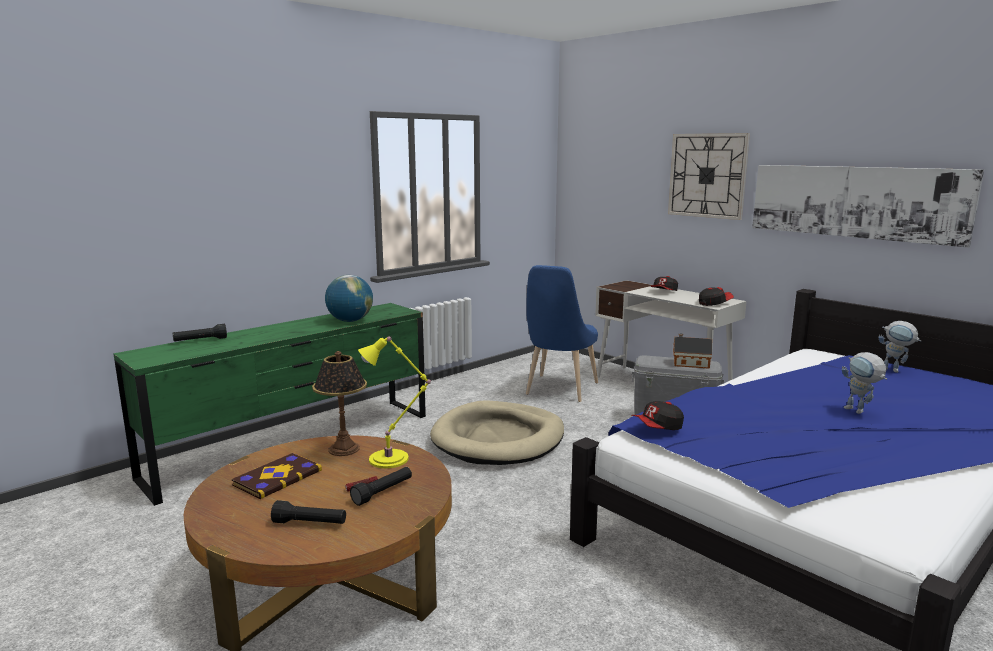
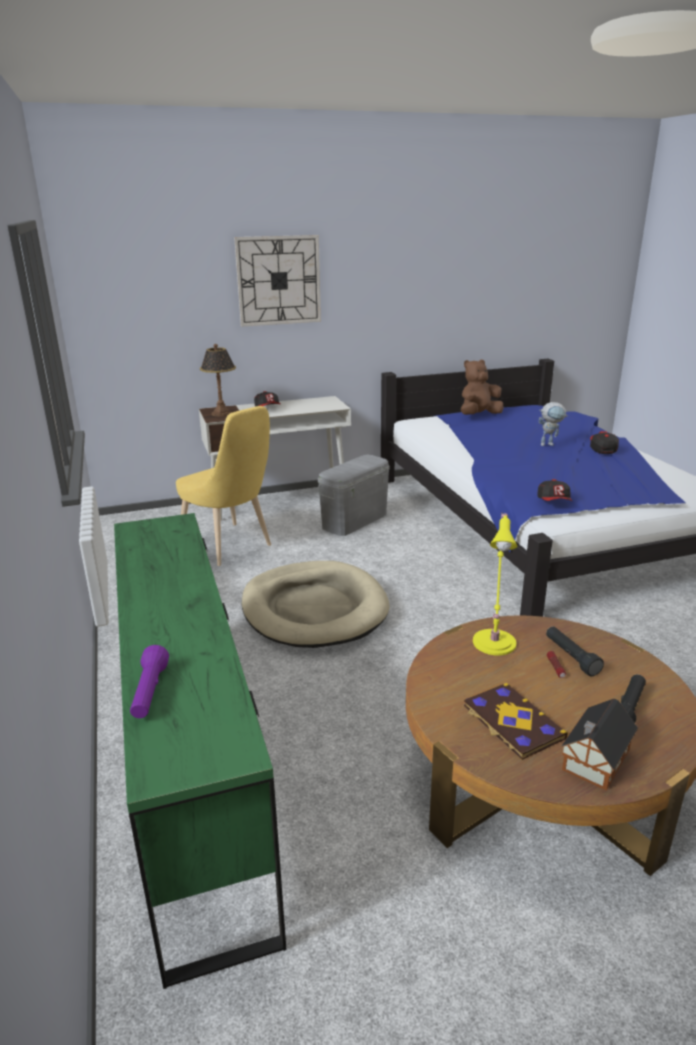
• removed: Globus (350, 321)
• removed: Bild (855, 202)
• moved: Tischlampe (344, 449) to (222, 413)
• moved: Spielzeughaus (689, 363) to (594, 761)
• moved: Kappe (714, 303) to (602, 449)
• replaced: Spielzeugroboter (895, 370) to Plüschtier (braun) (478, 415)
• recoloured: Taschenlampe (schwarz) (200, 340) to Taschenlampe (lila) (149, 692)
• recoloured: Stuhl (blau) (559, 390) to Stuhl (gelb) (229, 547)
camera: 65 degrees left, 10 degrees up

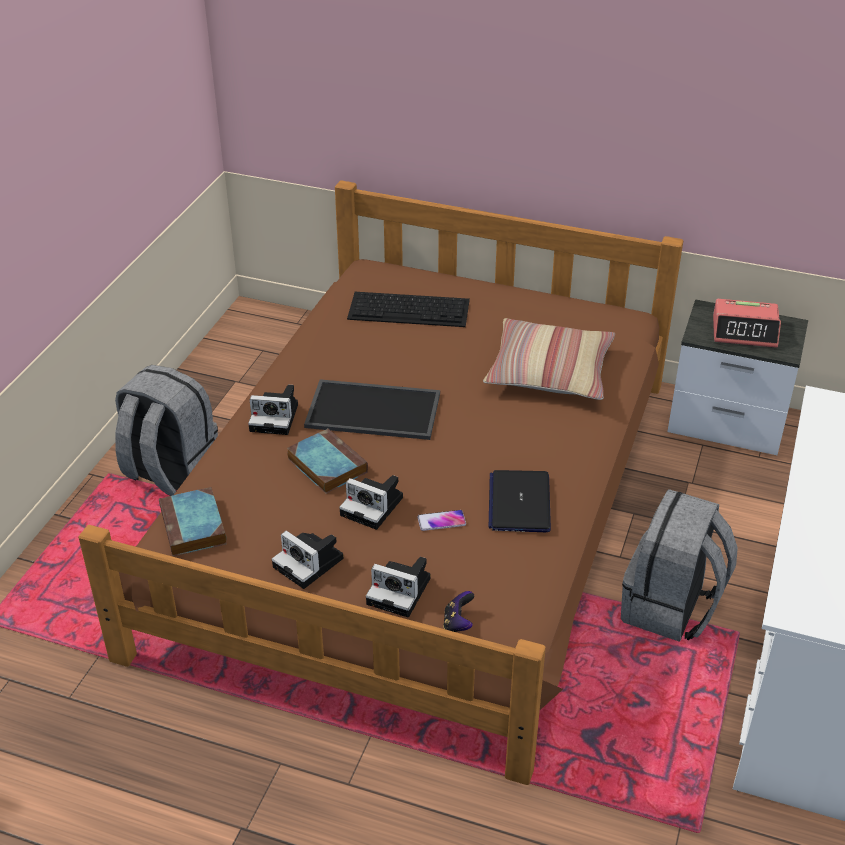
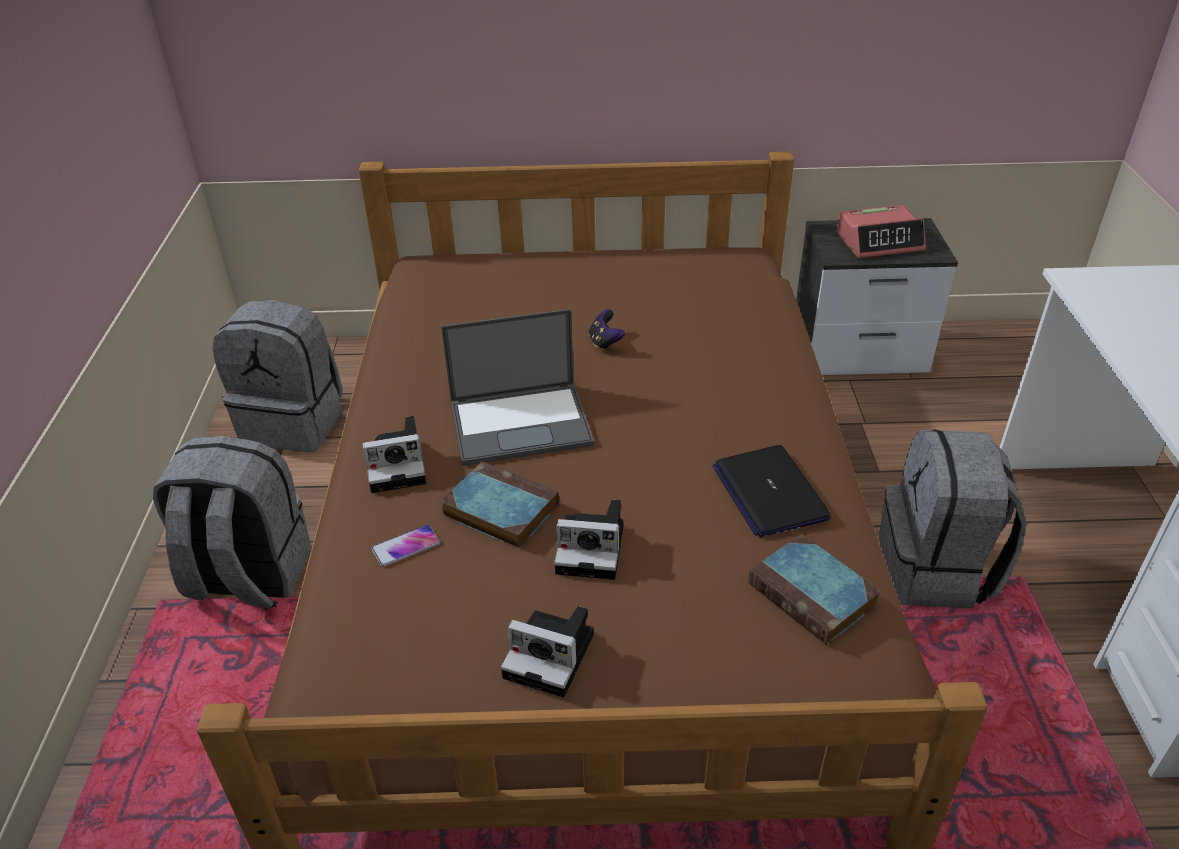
• removed: Tastatur (410, 309)
• removed: Kamera (401, 591)
• removed: Kissen (550, 371)
• added: Rucksack (grau) (295, 422)
• moved: Buch (194, 527) to (814, 596)
• moved: Handy (441, 521) to (406, 546)
• moved: Gamepad (458, 623) to (605, 342)
• replaced: Tablett (375, 409) to Laptop (522, 423)
camera: 20 degrees left, 0 degrees up

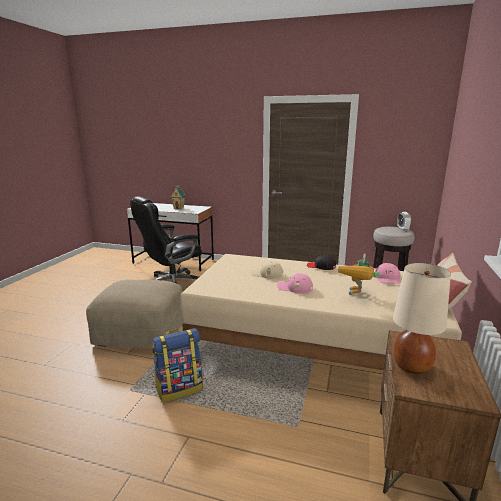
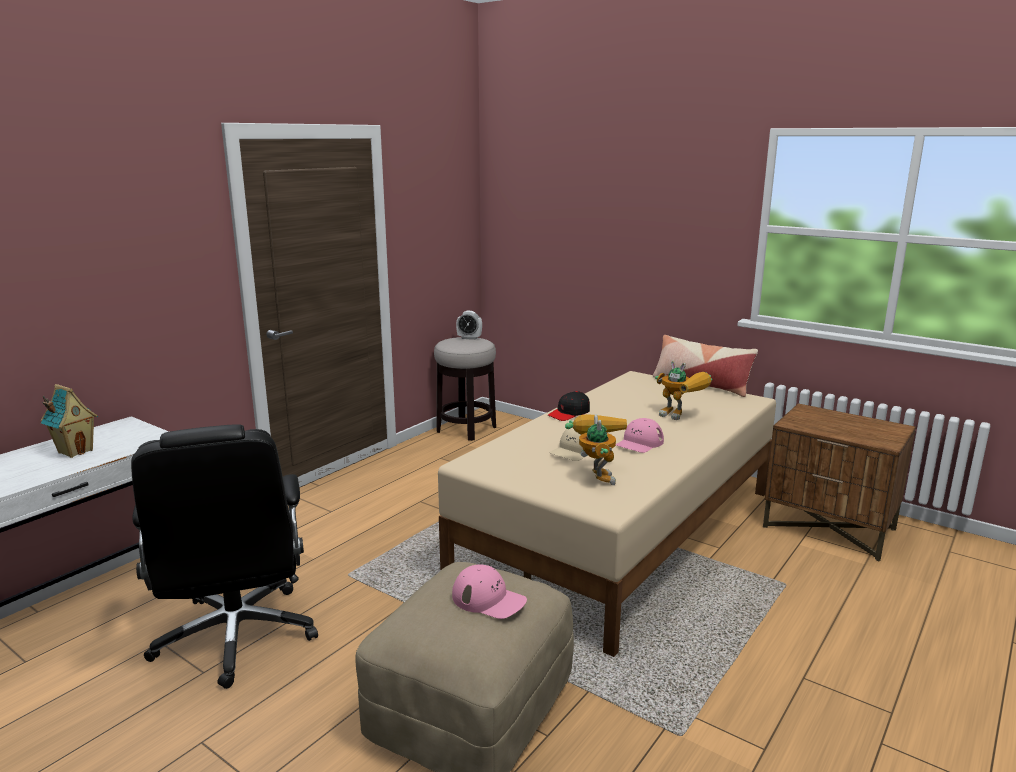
• removed: Rucksack (179, 388)
• removed: Tischlampe (beige) (411, 367)
• added: Spielzeugroboter (595, 475)
• moved: Kappe (rosa) (387, 278) to (489, 599)
camera: 70 degrees left, 0 degrees up

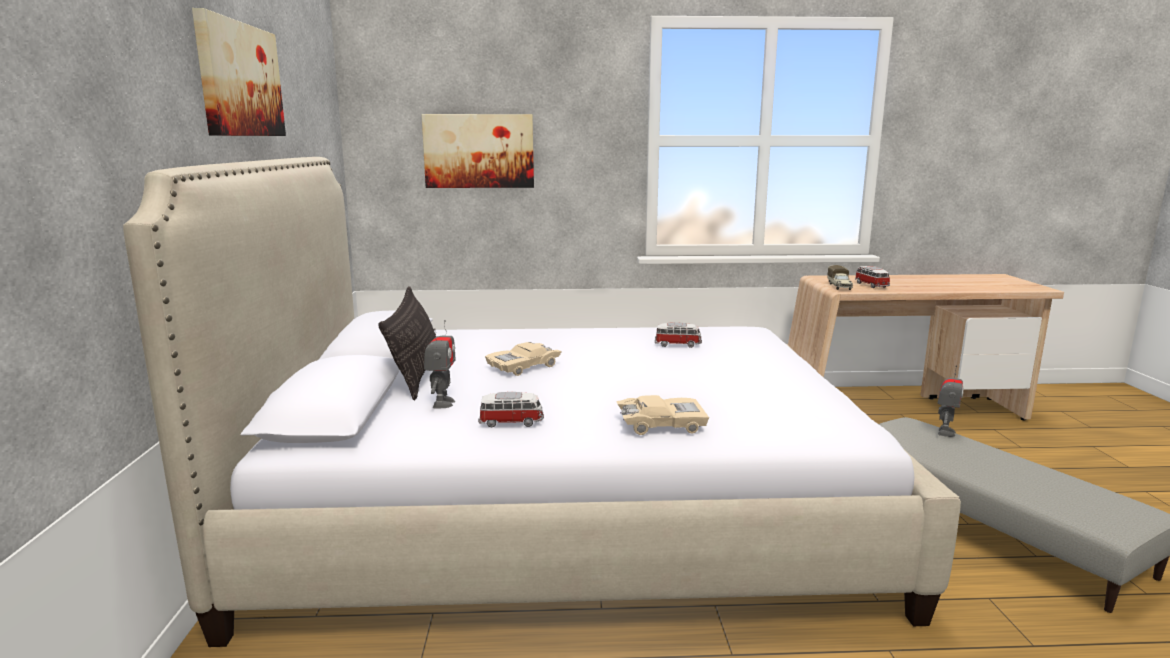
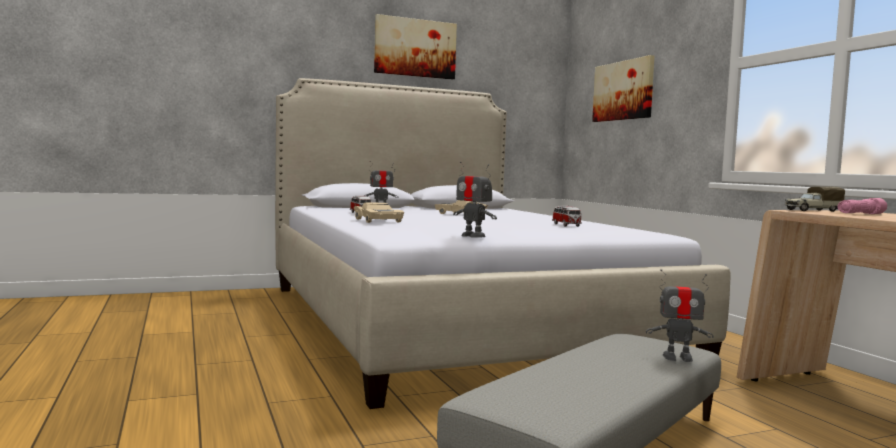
• removed: Kissen (415, 372)
• added: Spielzeugroboter (472, 236)
• replaced: Spielzeugauto (870, 285) to Taschenlampe (rosa) (861, 214)
camera: 70 degrees right, 10 degrees down

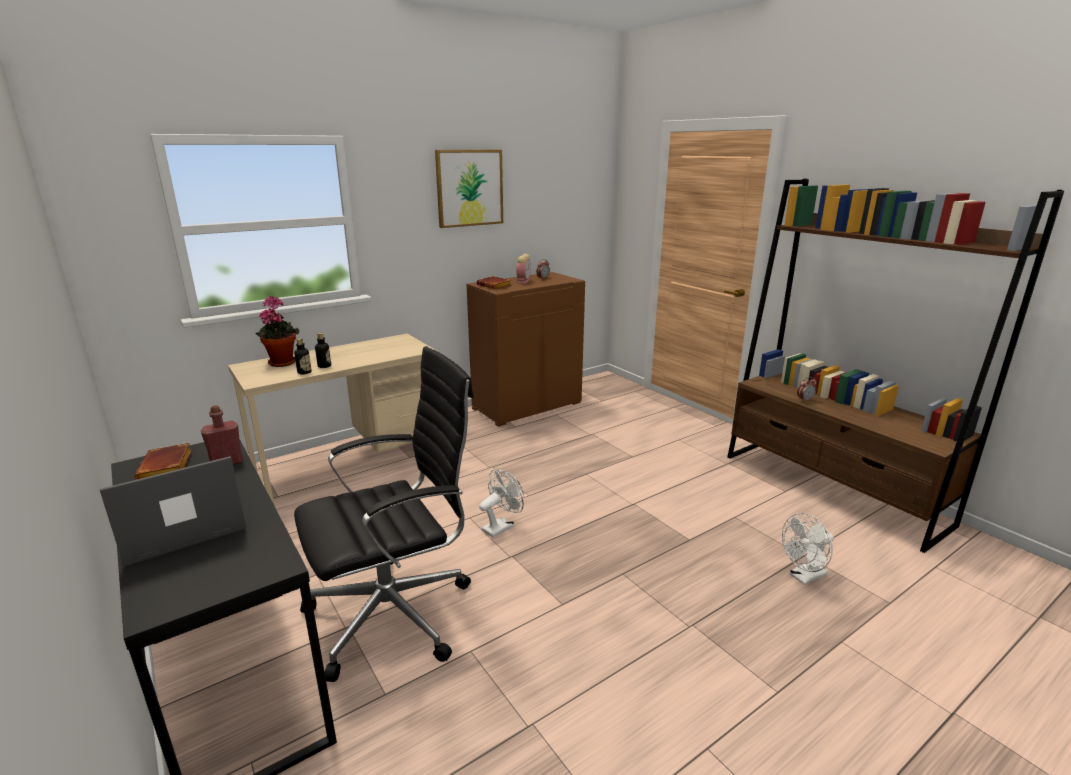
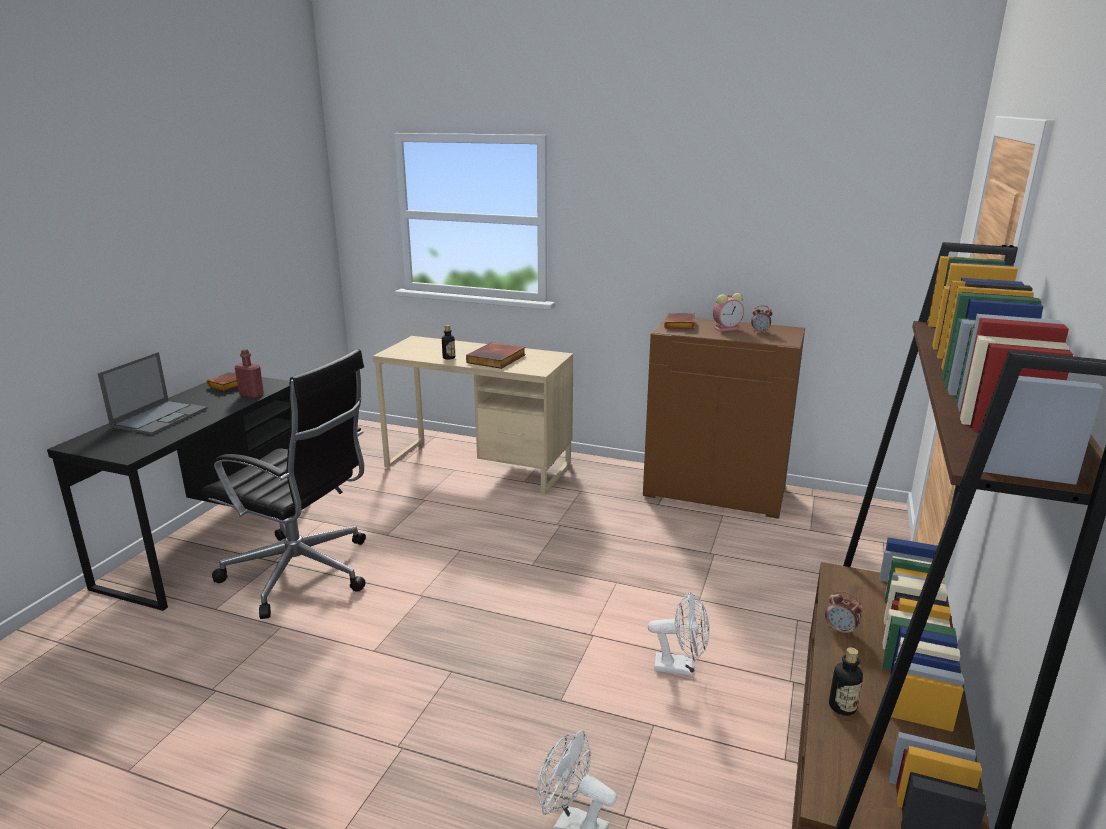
• removed: Topfpflanze (282, 362)
• removed: Bild (469, 188)
• added: Buch (497, 359)
• moved: Flasche (304, 372) to (842, 707)
• moved: Ventilator (weiß) (501, 526) to (680, 667)
• turned: Laptop (181, 528) = (160, 417) 90 degrees clockwise
camera: 55 degrees right, 0 degrees up

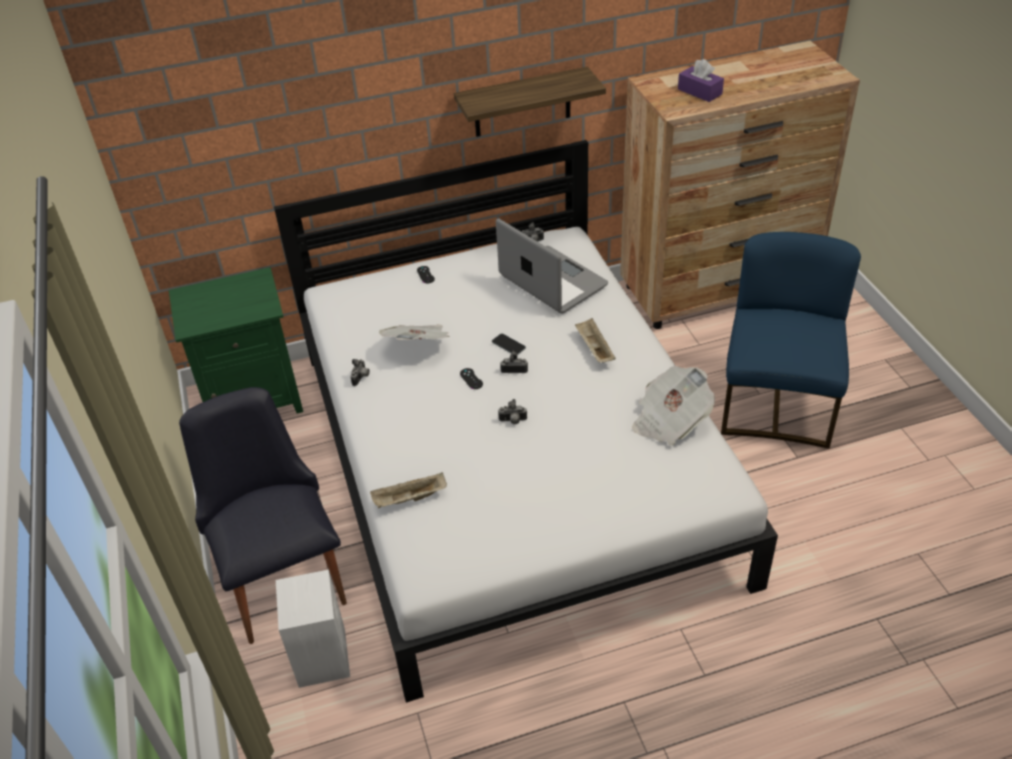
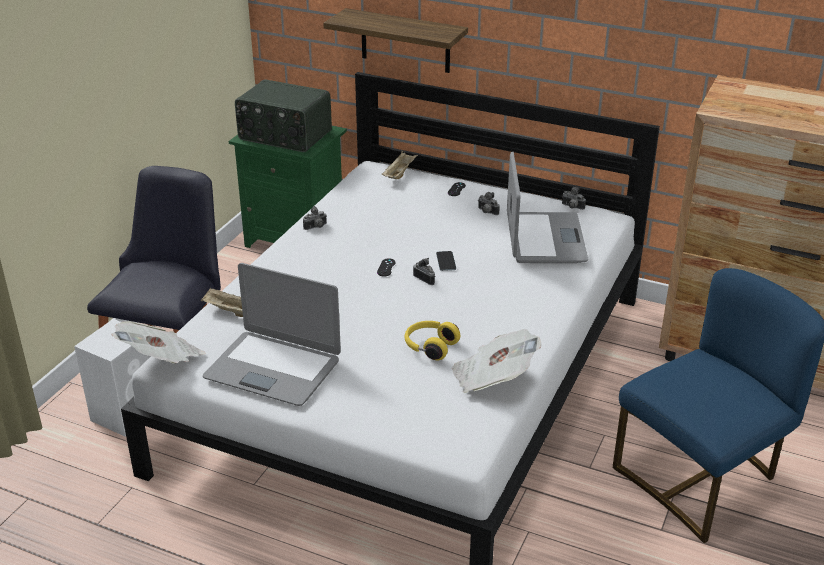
• removed: Taschentuchbox (lila) (699, 92)
• added: Laptop (273, 368)
• added: Radio (284, 136)
• added: Kopfhörer (gelb) (430, 347)
• moved: Zeitung (419, 346) to (162, 360)
• moved: Wandregal (522, 103) to (405, 41)
• moved: Kamera (513, 421) to (487, 212)
• moved: Tablett (beige) (594, 349) to (400, 173)
camera: 40 degrees right, 10 degrees down

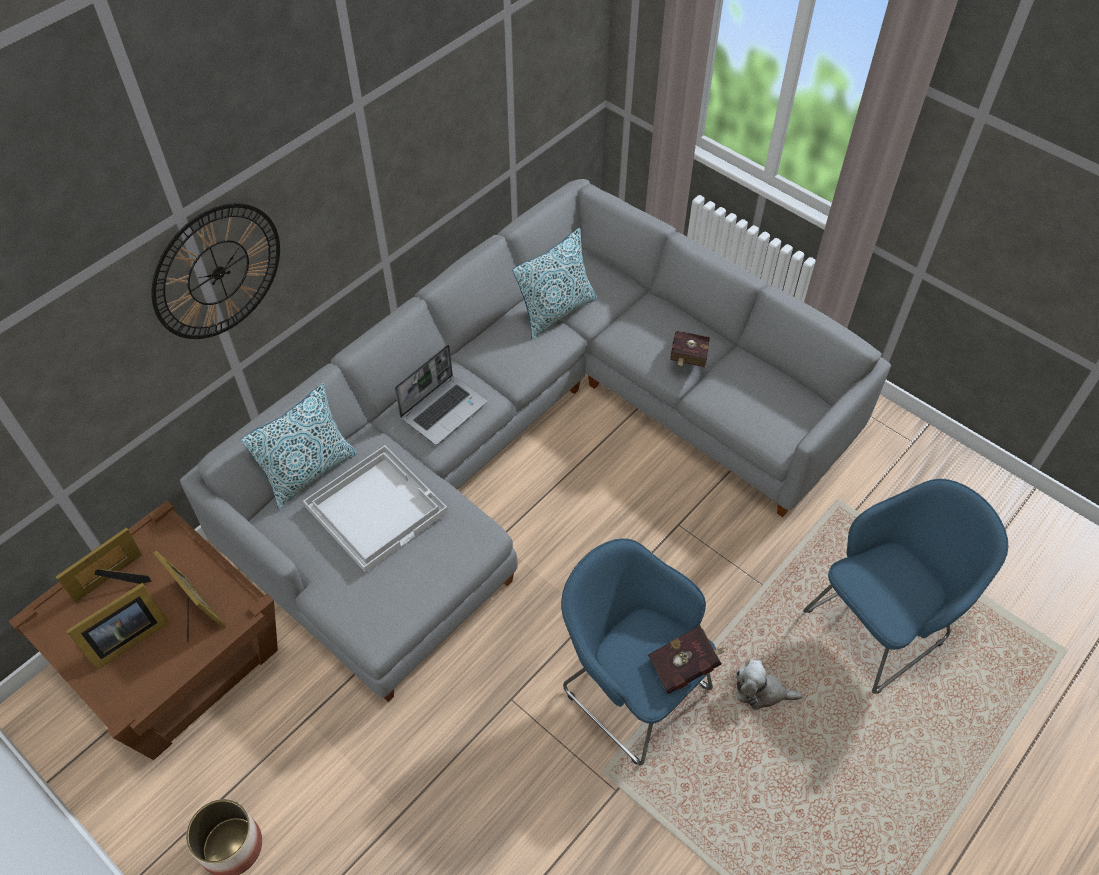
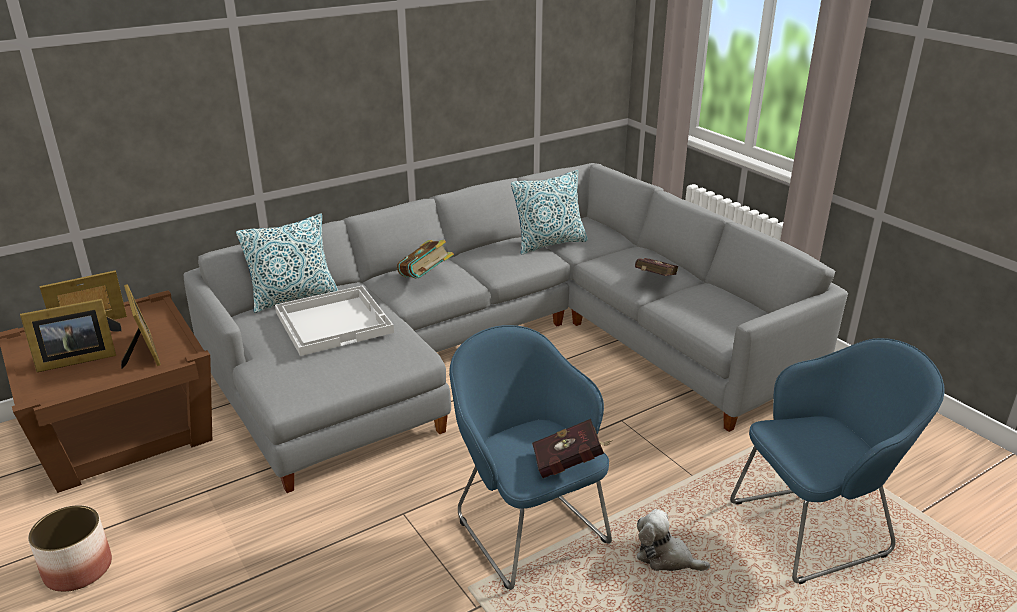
• removed: Wanduhr (218, 272)
• replaced: Laptop (444, 409) to Buch (425, 279)
camera: 15 degrees right, 25 degrees down

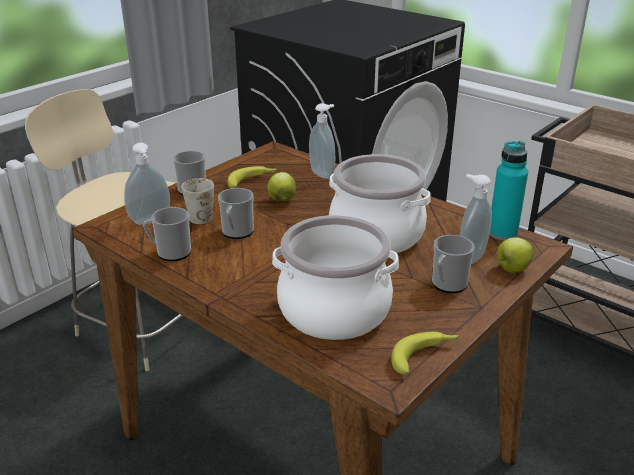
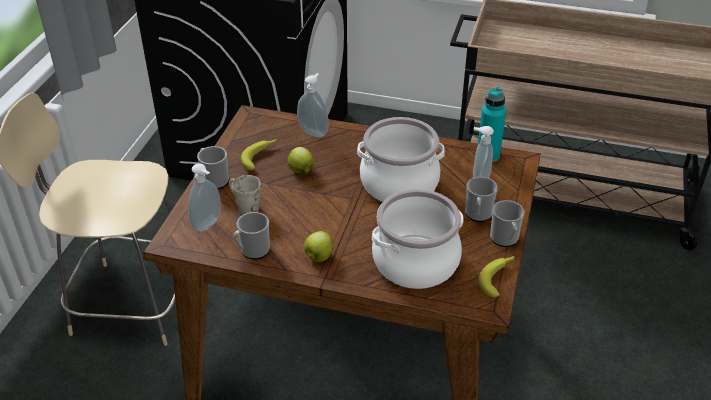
• moved: Henkelbecher (236, 233) to (505, 240)
• moved: Apfel (512, 269) to (318, 257)
camera: 25 degrees left, 10 degrees up

